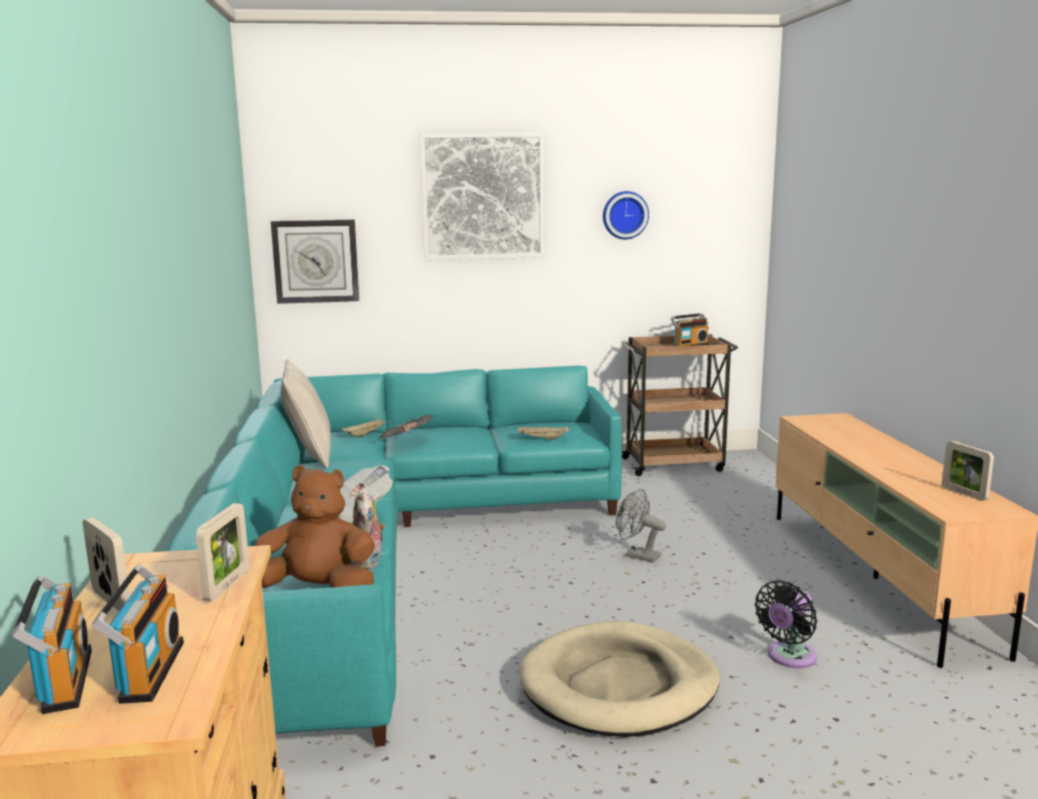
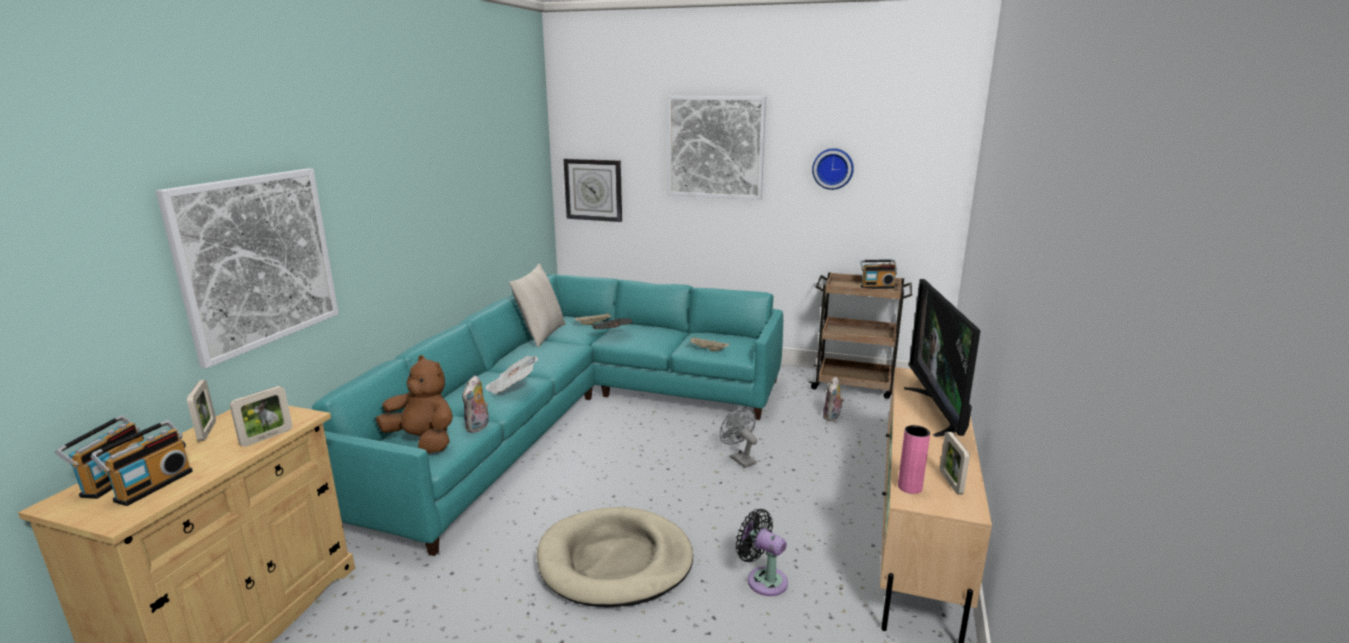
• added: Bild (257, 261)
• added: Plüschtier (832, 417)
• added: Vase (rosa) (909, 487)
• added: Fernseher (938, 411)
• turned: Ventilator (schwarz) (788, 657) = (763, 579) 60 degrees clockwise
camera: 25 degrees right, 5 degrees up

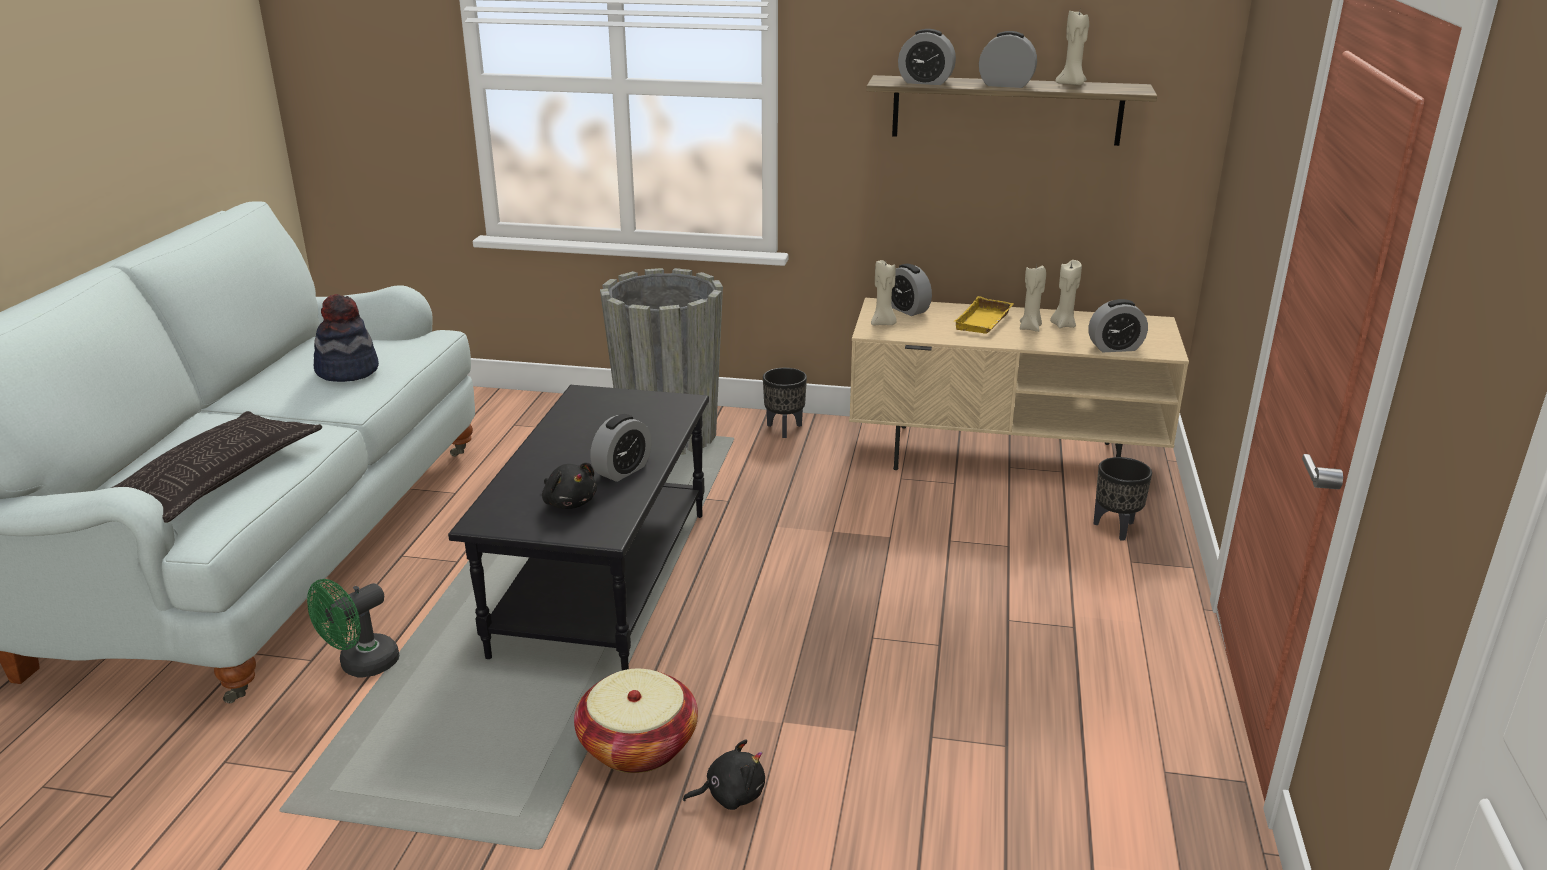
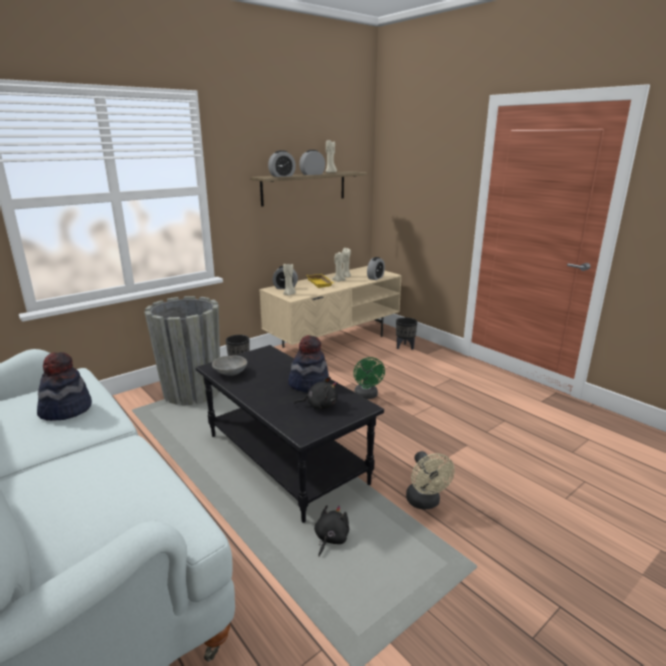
• removed: Kissen (215, 478)
• added: Schüssel (grau) (230, 373)
• moved: Ventilator (grün) (361, 666) to (367, 396)
• moved: Plüschtier (schwarz) (731, 795) to (330, 539)
• replaced: Korb (638, 745) to Ventilator (beige) (425, 503)
• replaced: Wecker (622, 470) to Hut (309, 384)
camera: 50 degrees left, 5 degrees down

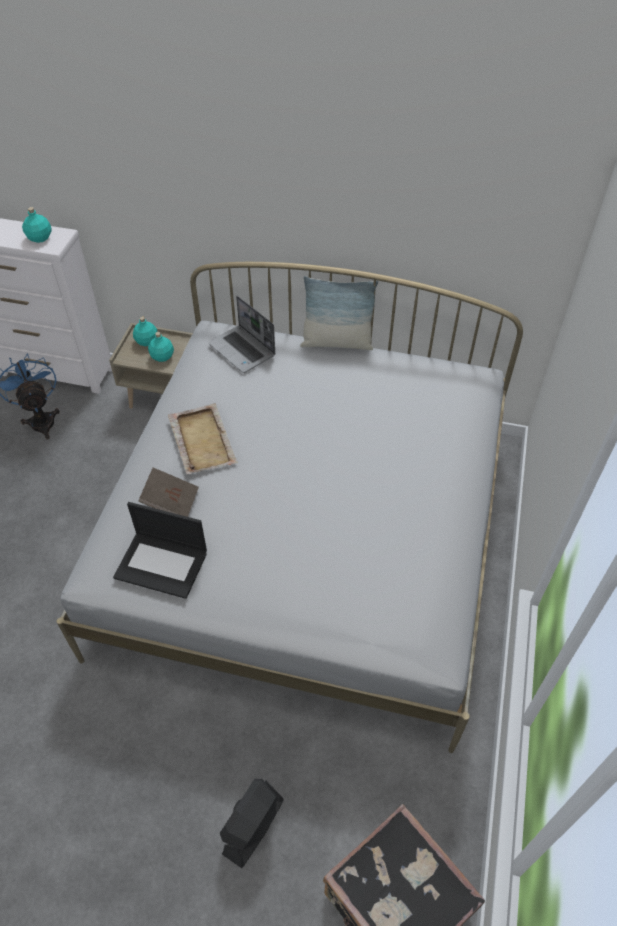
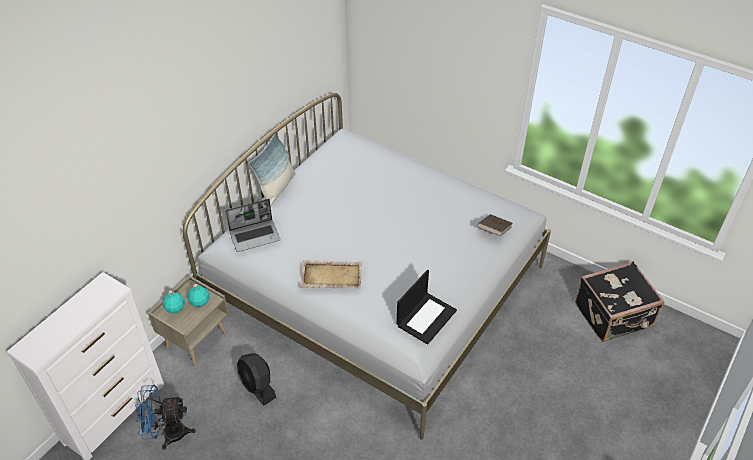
• removed: Flasche (türkis) (40, 238)
• moved: Buch (braun) (171, 501) to (493, 231)
• moved: Ventilator (schwarz) (253, 826) to (257, 386)
camera: 70 degrees left, 5 degrees down

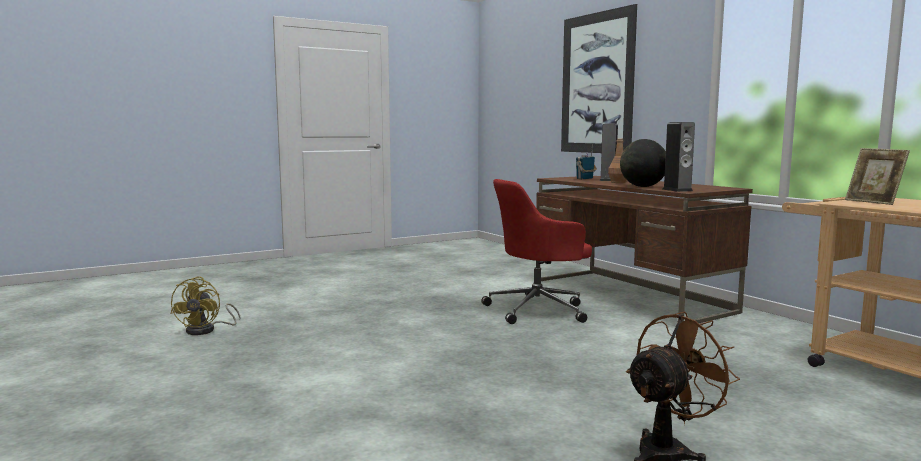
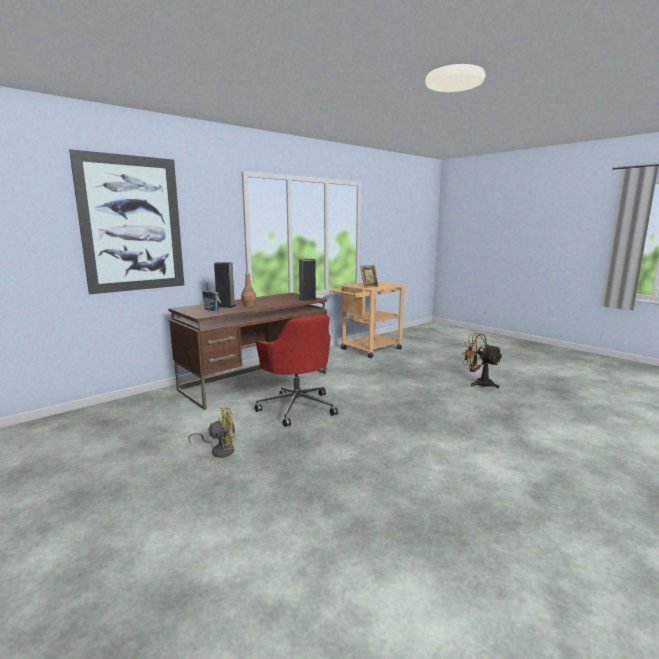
• removed: Globus (643, 186)
• moved: Ventilator (gelb) (207, 330) to (219, 450)
camera: 100 degrees left, 5 degrees up

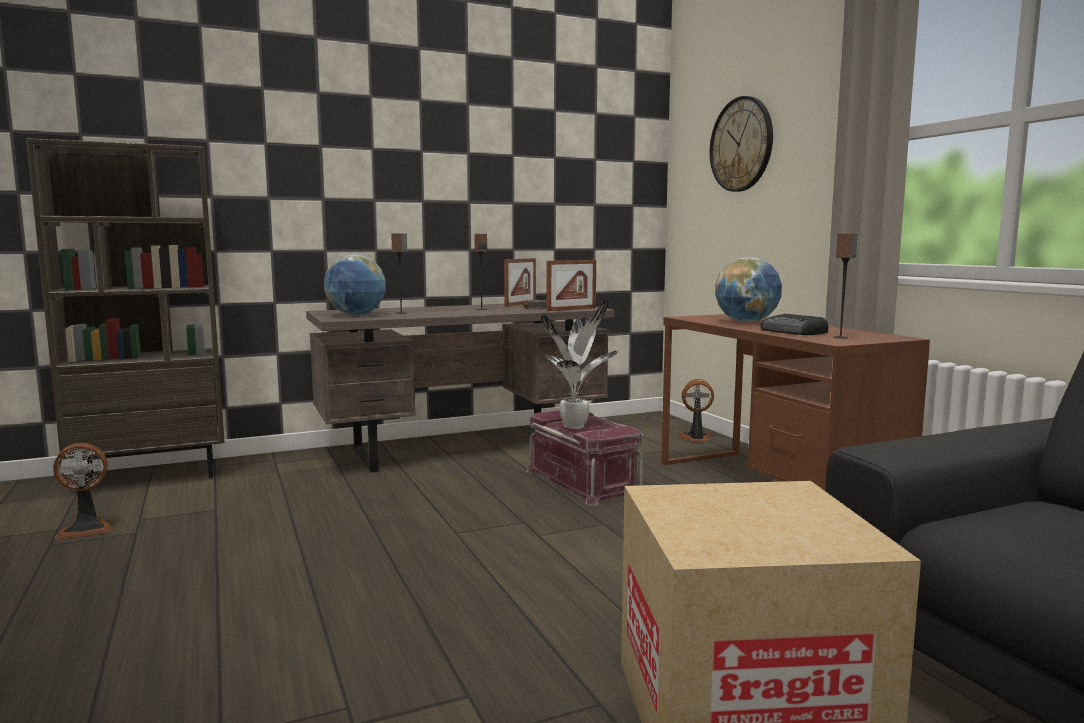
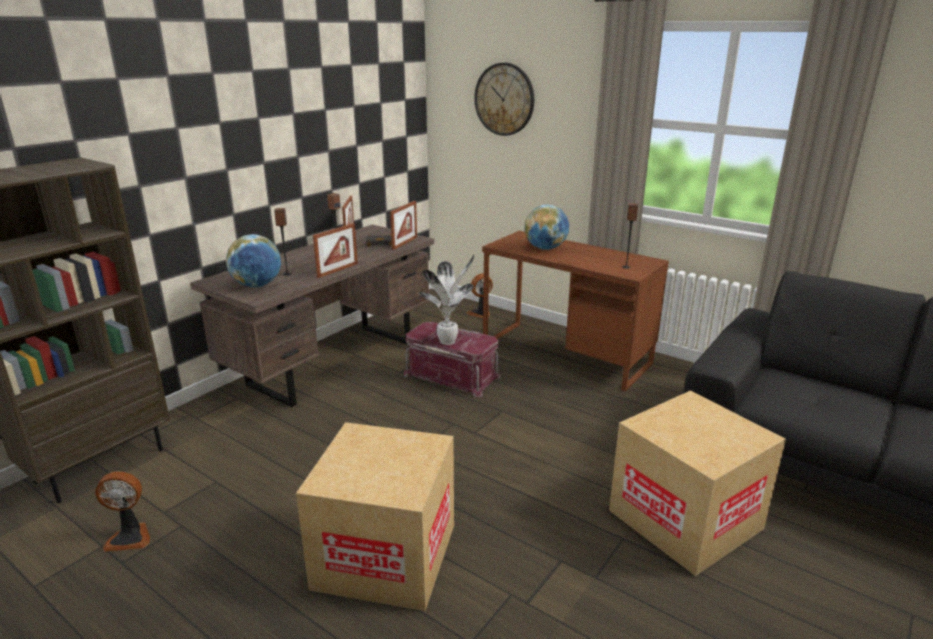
• removed: Radio (794, 332)
• added: Karton (385, 556)
• added: Bilderrahmen (337, 270)
• turned: Ventilator (87, 529) = (130, 537) 45 degrees clockwise
camera: 30 degrees left, 15 degrees up

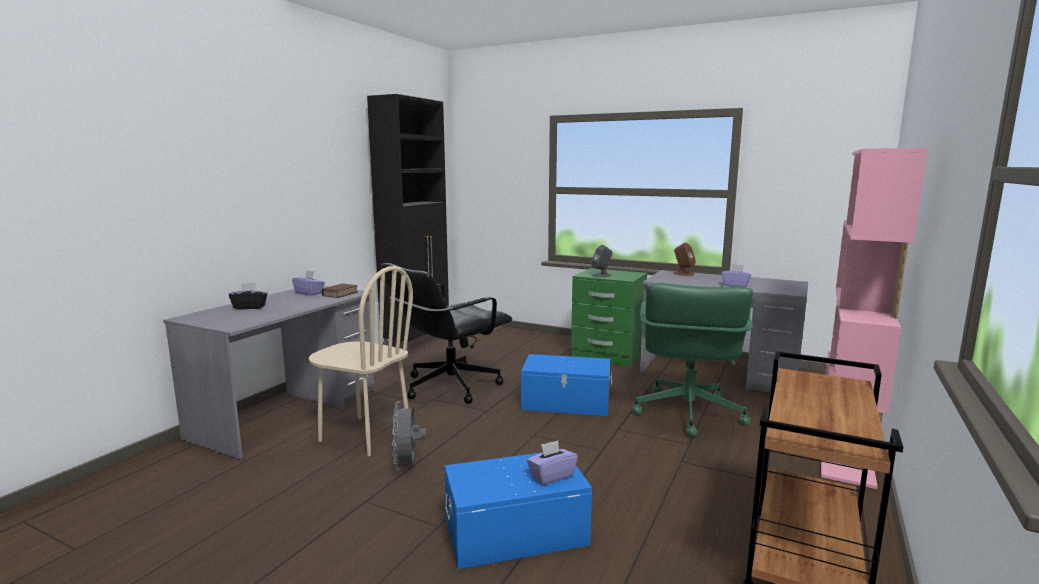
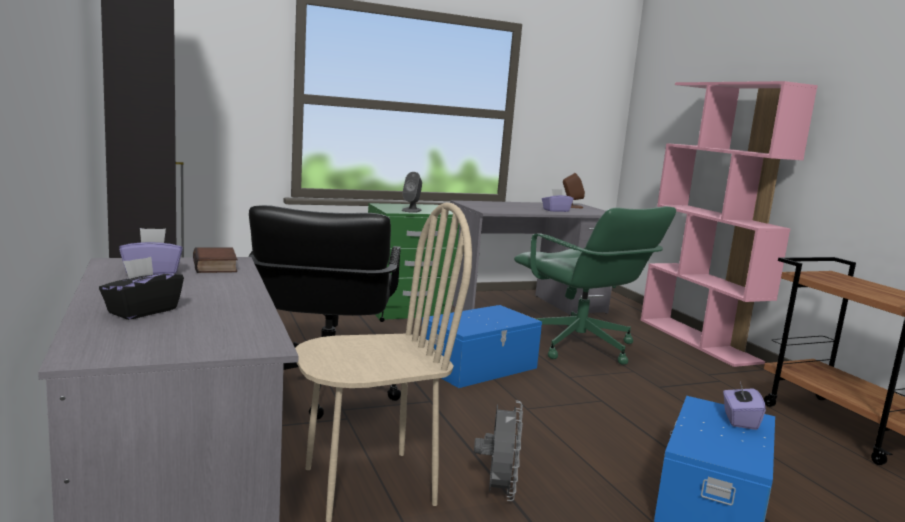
• moved: Lautsprecher (braun) (683, 274) to (571, 206)
• turned: Ventilator (grau) (408, 464) = (497, 491) 120 degrees counterclockwise
camera: 50 degrees left, 0 degrees up

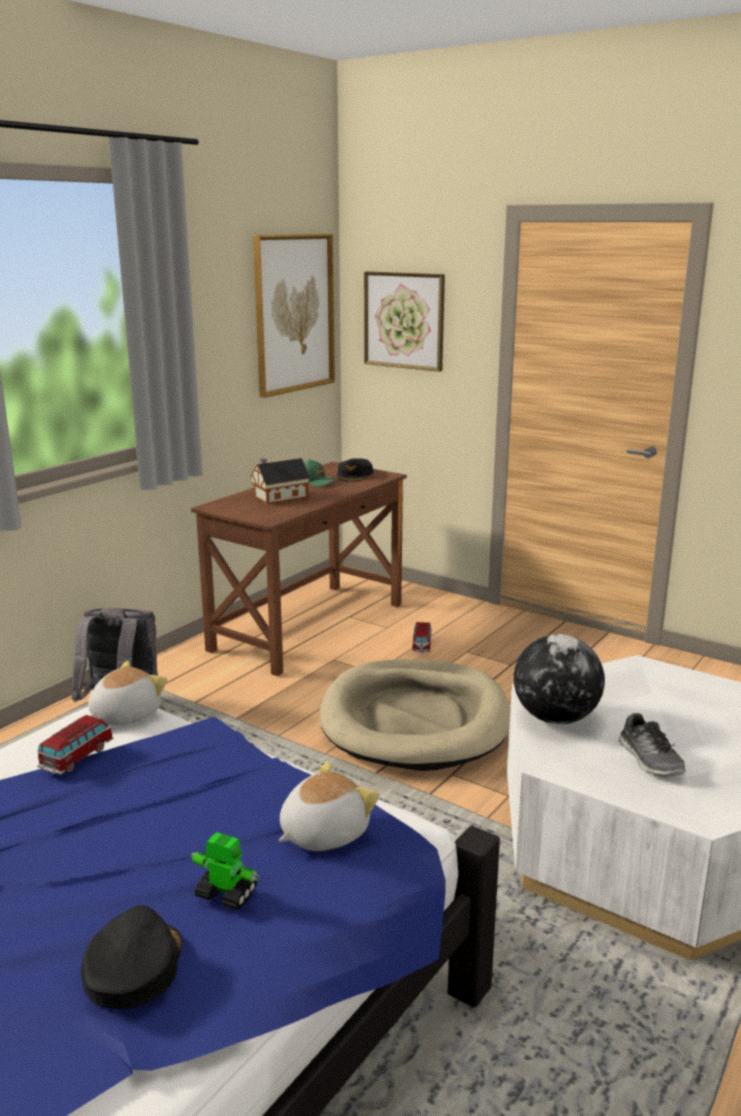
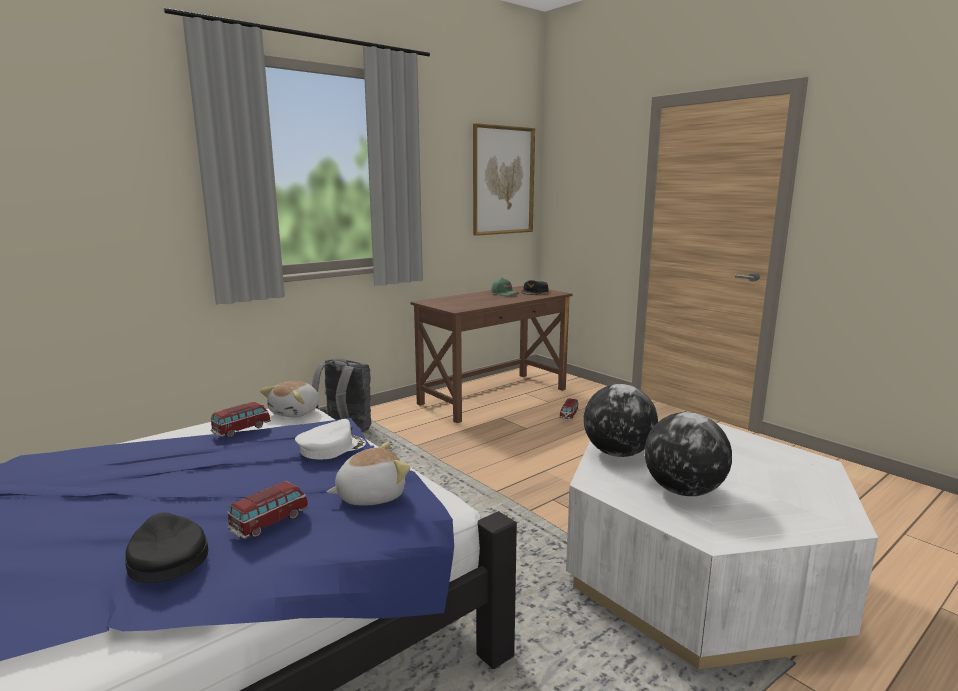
• removed: Spielzeughaus (279, 497)
• removed: Hundebett (beige) (415, 720)
• removed: Bild (404, 320)
• added: Kappe (weiß) (331, 447)
• replaced: Spielzeugroboter (226, 894) to Spielzeugauto (269, 522)
• replaced: Schuh (650, 760) to Globus (683, 490)
• turned: Kappe (schwarz) (133, 967) = (166, 558) 60 degrees counterclockwise
• turned: Plüschtier (124, 715) = (296, 412) 150 degrees clockwise
camera: 15 degrees right, 5 degrees down

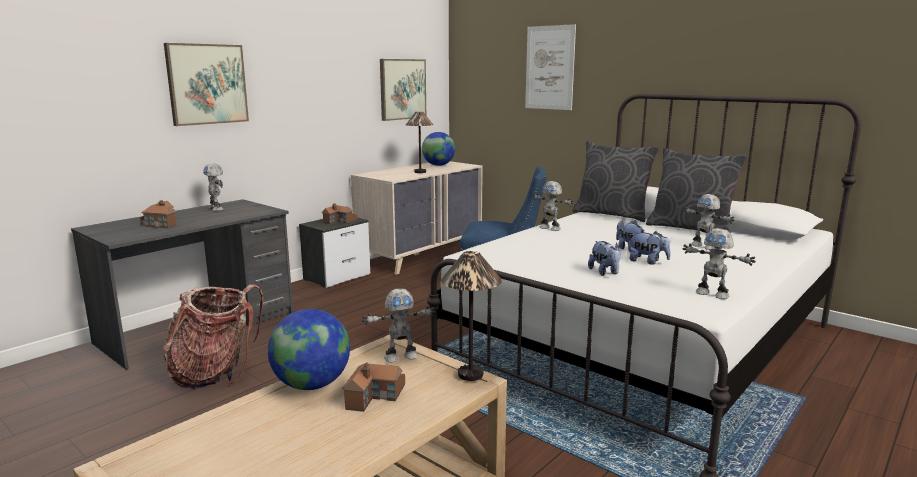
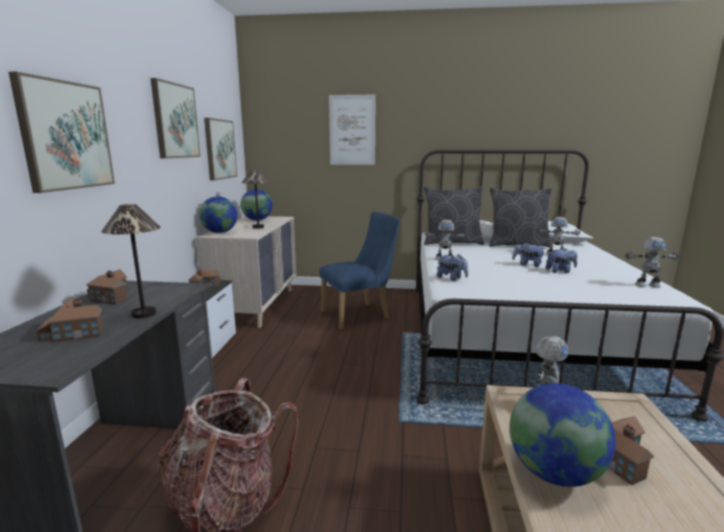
• added: Bild (175, 121)
• added: Globus (220, 232)
• moved: Tischlampe (471, 374) to (144, 314)
• moved: Plüschtier (605, 273) to (451, 278)
• replaced: Spielzeugroboter (217, 209) to Spielzeughaus (111, 297)
camera: 35 degrees left, 0 degrees up

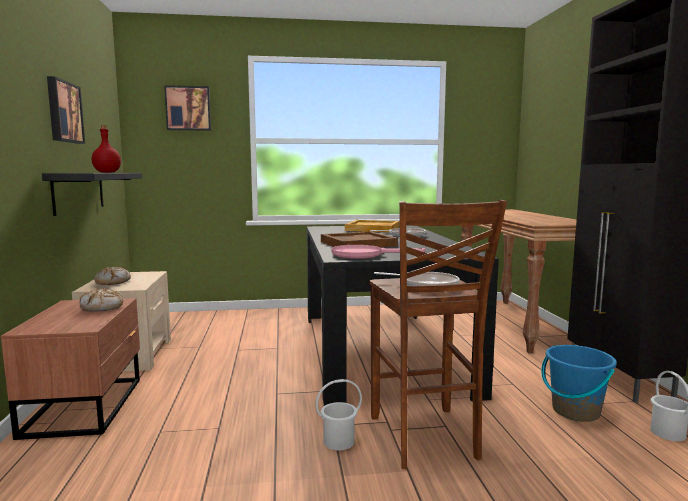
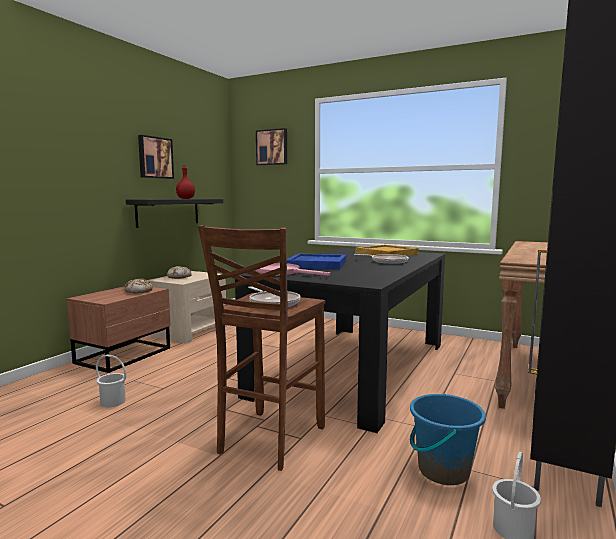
• moved: Eimer (weiß) (339, 442) to (113, 402)
• recoloured: Tablett (braun) (357, 244) to Tablett (blau) (316, 264)
camera: 35 degrees right, 0 degrees up

